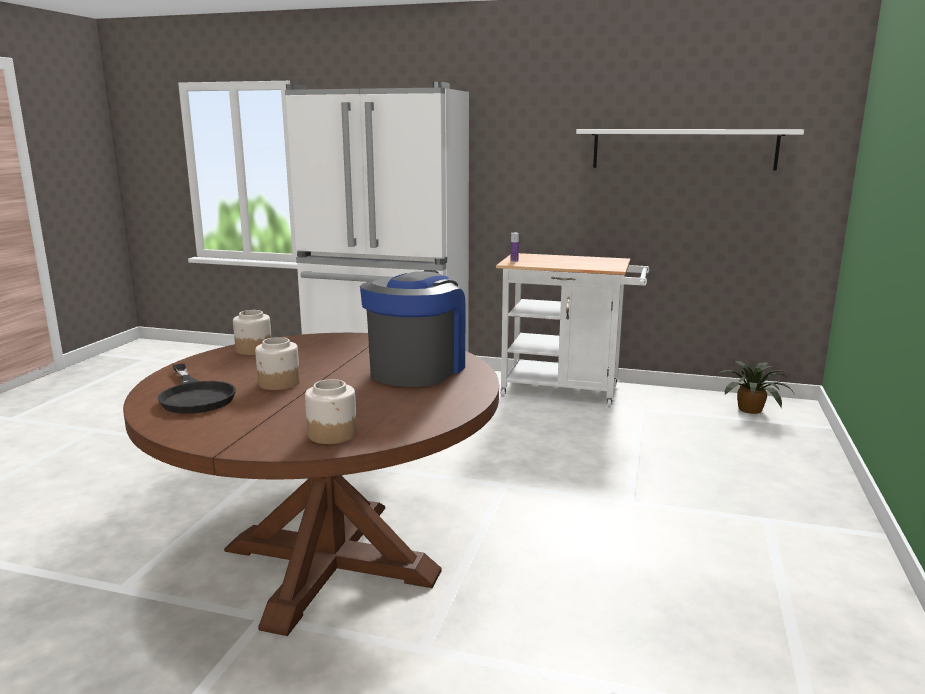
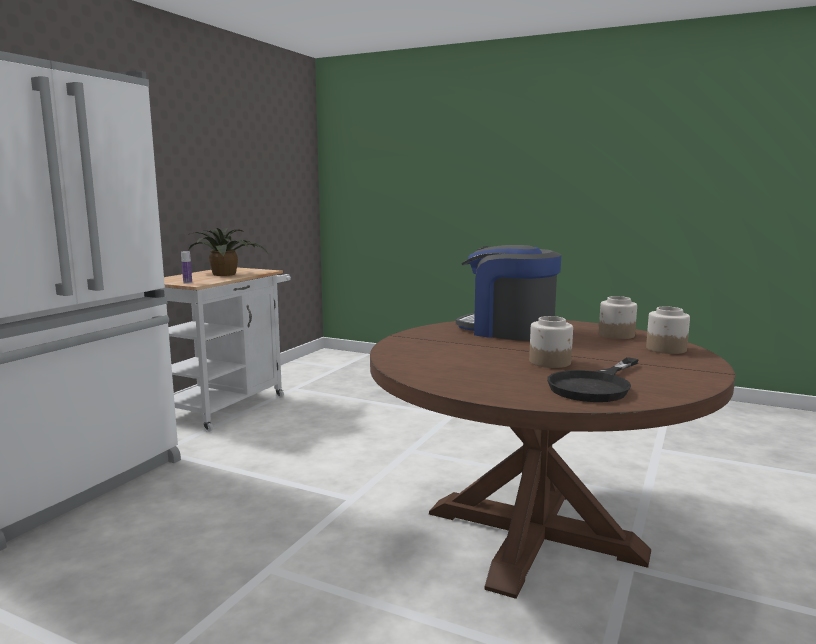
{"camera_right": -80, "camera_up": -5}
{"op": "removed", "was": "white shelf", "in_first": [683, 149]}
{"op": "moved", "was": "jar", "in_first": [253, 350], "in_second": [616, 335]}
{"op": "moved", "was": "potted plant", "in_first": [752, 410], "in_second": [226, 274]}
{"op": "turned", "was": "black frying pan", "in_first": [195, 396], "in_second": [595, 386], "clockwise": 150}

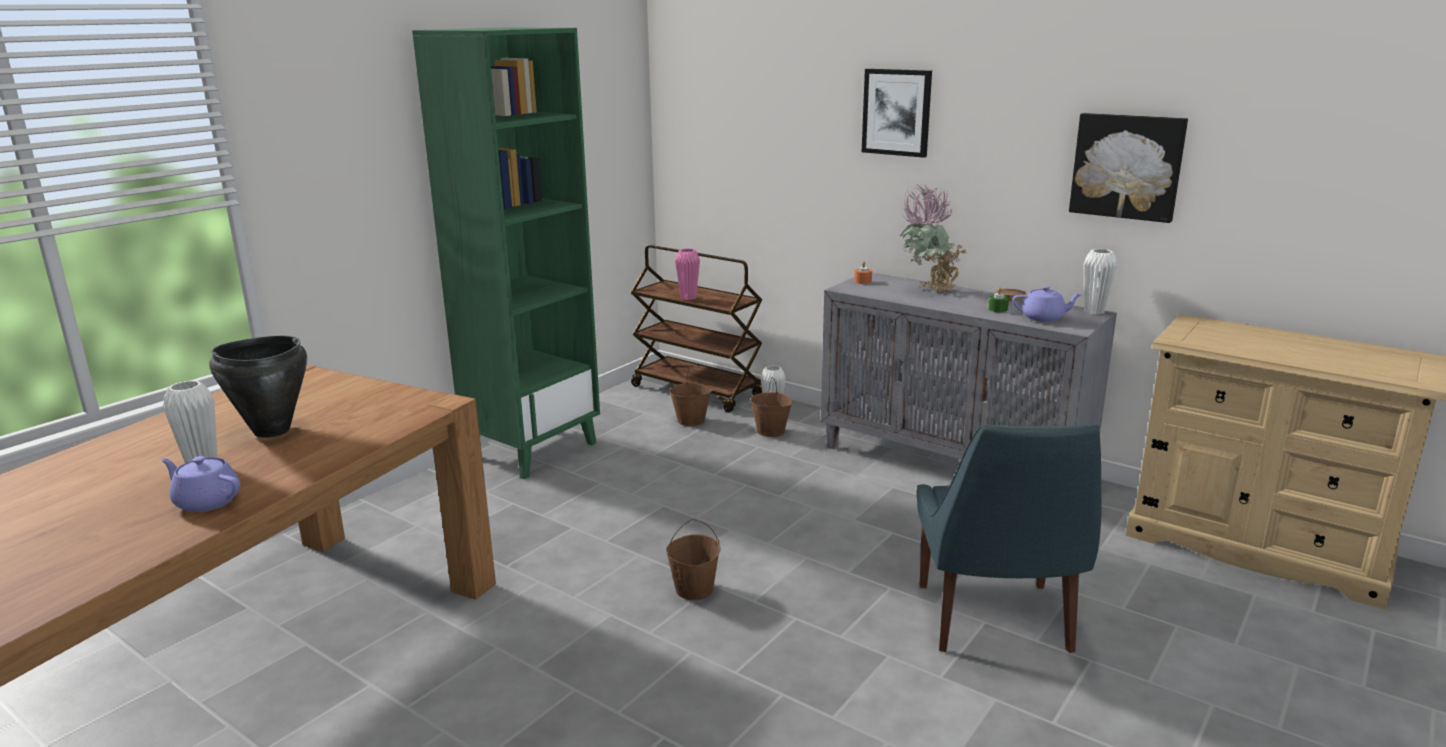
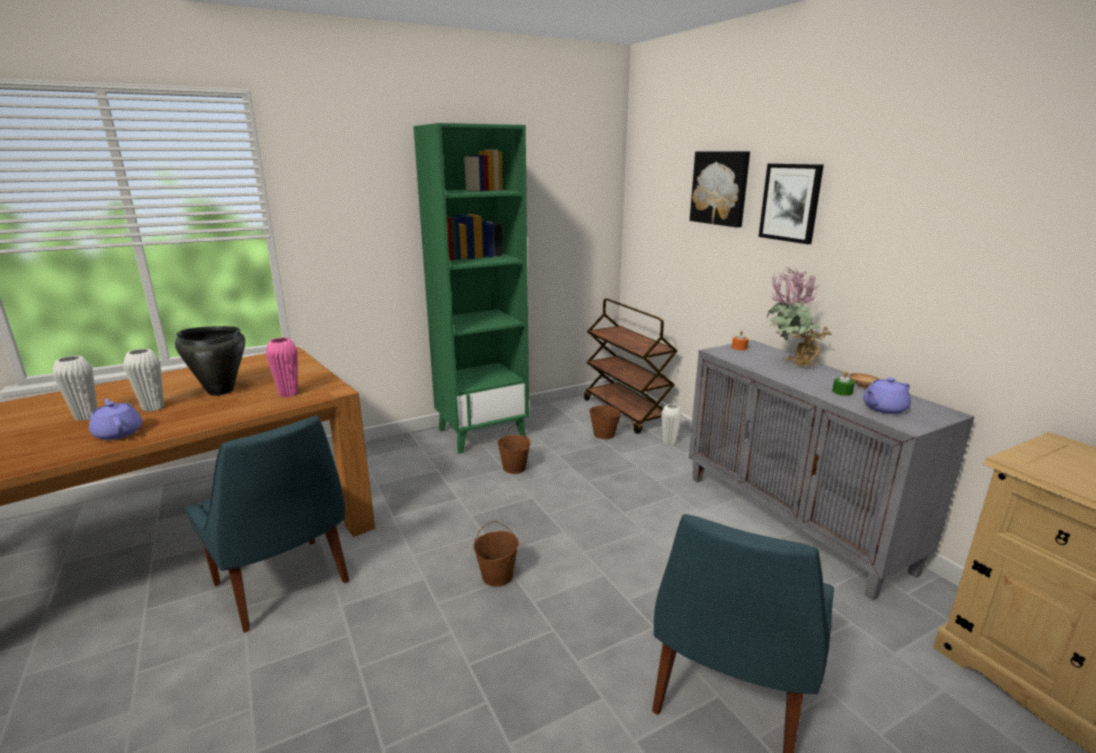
{"camera_right": 25, "camera_up": 0}
{"op": "moved", "was": "picture", "in_first": [1127, 166], "in_second": [720, 188]}
{"op": "moved", "was": "pink vase", "in_first": [688, 298], "in_second": [288, 394]}
{"op": "moved", "was": "white vase", "in_first": [1094, 311], "in_second": [86, 417]}
{"op": "turned", "was": "purple teapot", "in_first": [1044, 318], "in_second": [883, 409], "clockwise": 120}
{"op": "moved", "was": "brown bucket", "in_first": [771, 431], "in_second": [514, 468]}
{"op": "added", "now": "blue chair", "in_second": [284, 585]}

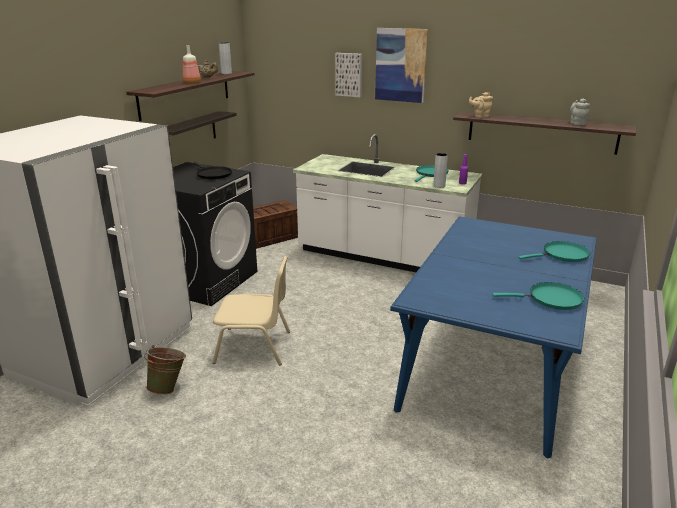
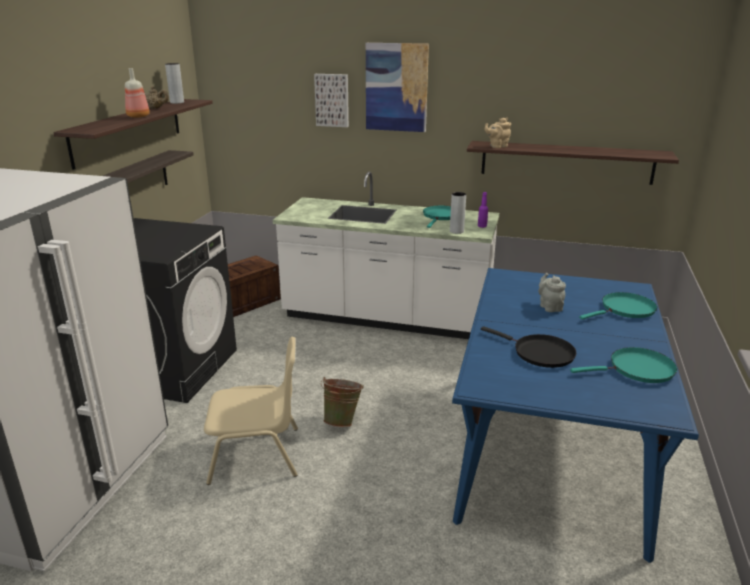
{"camera_right": -10, "camera_up": 0}
{"op": "moved", "was": "grey teapot", "in_first": [577, 123], "in_second": [549, 307]}
{"op": "moved", "was": "black frying pan", "in_first": [213, 174], "in_second": [539, 353]}
{"op": "moved", "was": "green bucket", "in_first": [168, 387], "in_second": [342, 421]}

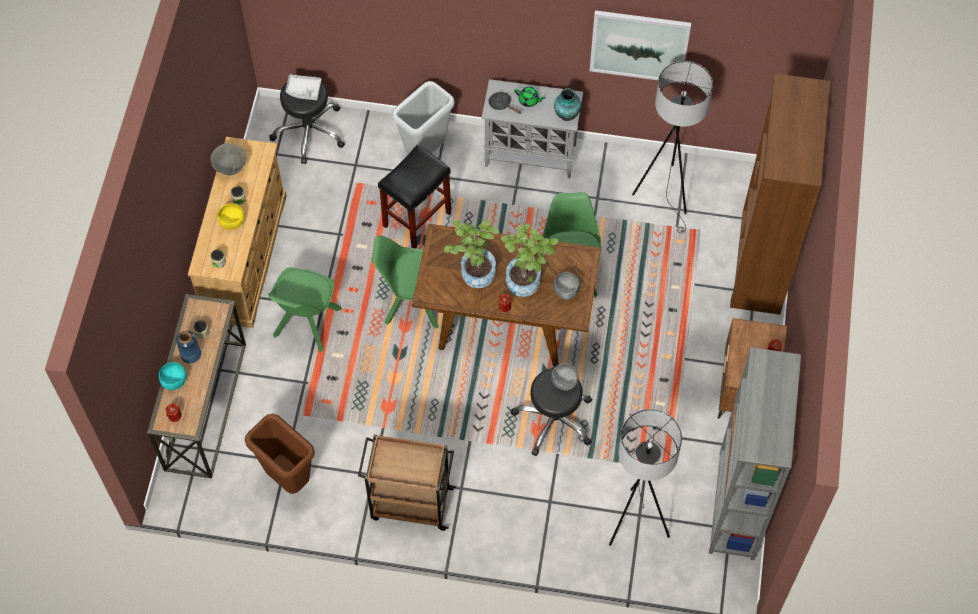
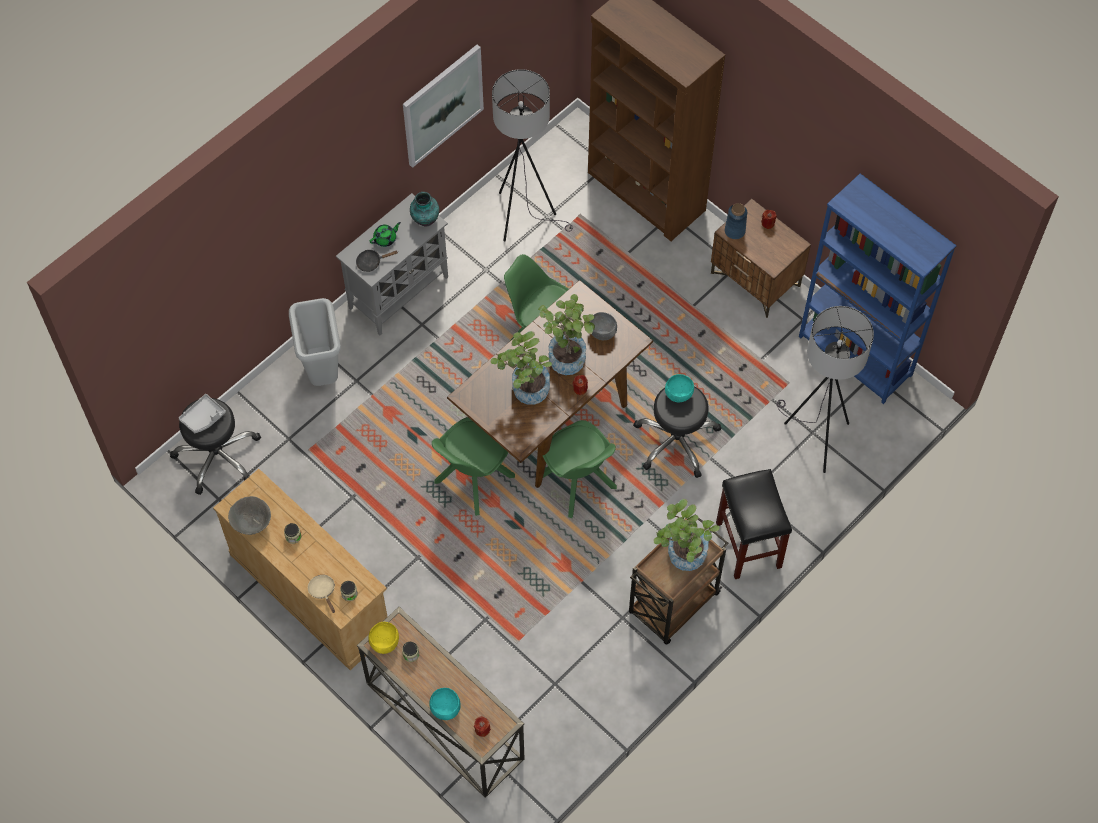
{"camera_right": -55, "camera_up": 0}
{"op": "moved", "was": "black stool", "in_first": [416, 220], "in_second": [749, 546]}
{"op": "moved", "was": "yellow bowl", "in_first": [232, 222], "in_second": [384, 643]}
{"op": "moved", "was": "green chair", "in_first": [306, 324], "in_second": [577, 484]}
{"op": "moved", "was": "blue vase", "in_first": [190, 354], "in_second": [734, 231]}
{"op": "recoloured", "was": "grey bookcase", "now": "blue bookcase", "in_first": [736, 505], "in_second": [855, 356]}
{"op": "recoloured", "was": "grey bowl", "now": "turquoise bowl", "in_first": [564, 382], "in_second": [678, 394]}
{"op": "removed", "was": "brown trash can", "in_first": [289, 478]}
{"op": "added", "now": "potted plant", "in_second": [682, 557]}
{"op": "added", "now": "beige frying pan", "in_second": [323, 591]}

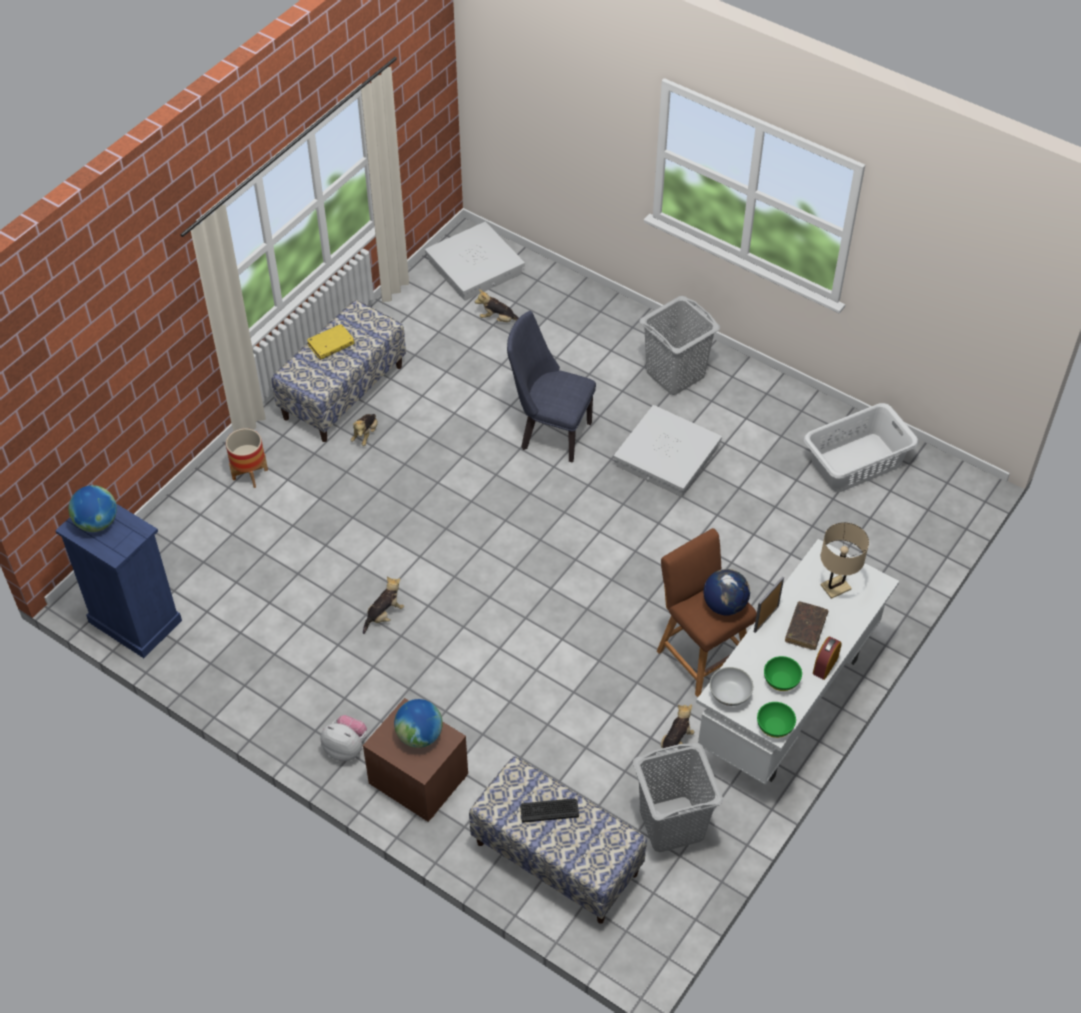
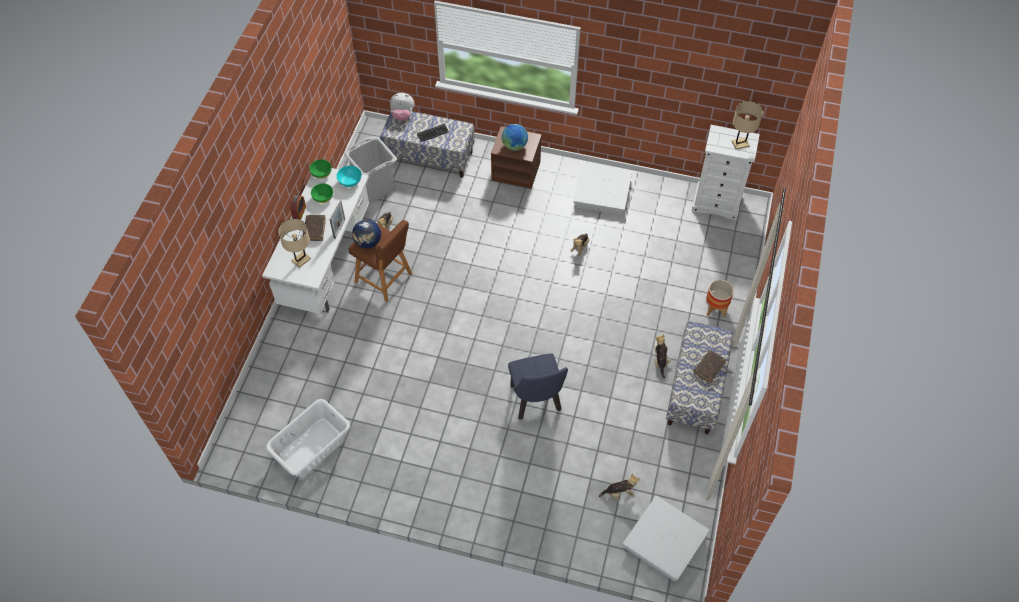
{"camera_right": 160, "camera_up": 5}
{"op": "removed", "was": "grey laundry basket", "in_first": [675, 374]}
{"op": "turned", "was": "blue chair", "in_first": [550, 433], "in_second": [536, 402], "clockwise": 75}
{"op": "recoloured", "was": "yellow book", "now": "brown book", "in_first": [331, 345], "in_second": [709, 368]}
{"op": "moved", "was": "white storage box", "in_first": [667, 457], "in_second": [602, 192]}
{"op": "replaced", "was": "globe", "now": "beige table lamp", "in_first": [97, 523], "in_second": [740, 143]}
{"op": "recoloured", "was": "blue dresser", "now": "white dresser", "in_first": [134, 621], "in_second": [716, 202]}
{"op": "recoloured", "was": "white bowl", "now": "turquoise bowl", "in_first": [729, 695], "in_second": [350, 182]}
{"op": "moved", "was": "plush toy", "in_first": [346, 748], "in_second": [403, 115]}

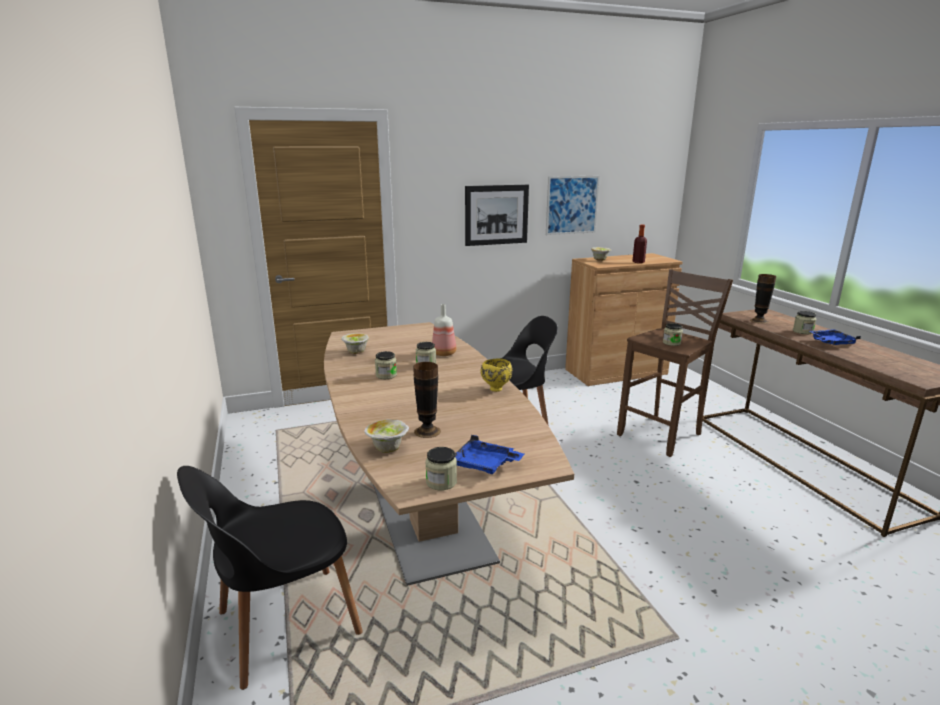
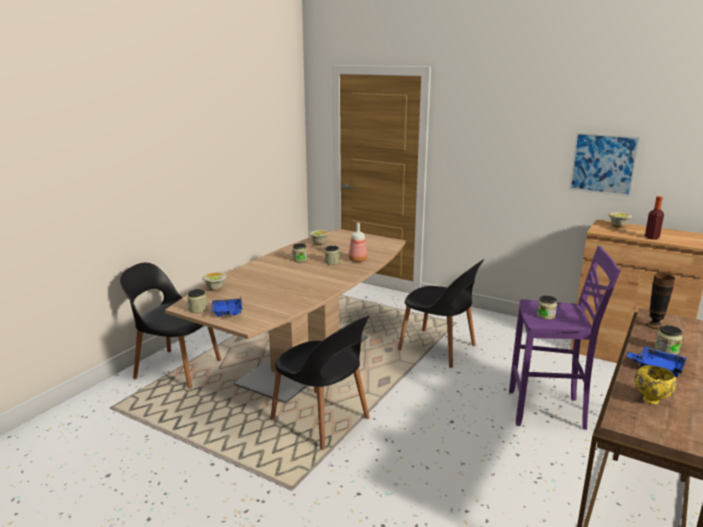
{"camera_right": 50, "camera_up": 0}
{"op": "removed", "was": "picture", "in_first": [496, 215]}
{"op": "recoloured", "was": "brown stool", "now": "purple stool", "in_first": [662, 435], "in_second": [548, 411]}
{"op": "moved", "was": "yellow bowl", "in_first": [496, 389], "in_second": [651, 400]}
{"op": "removed", "was": "vase", "in_first": [427, 431]}
{"op": "added", "now": "black chair", "in_second": [321, 420]}

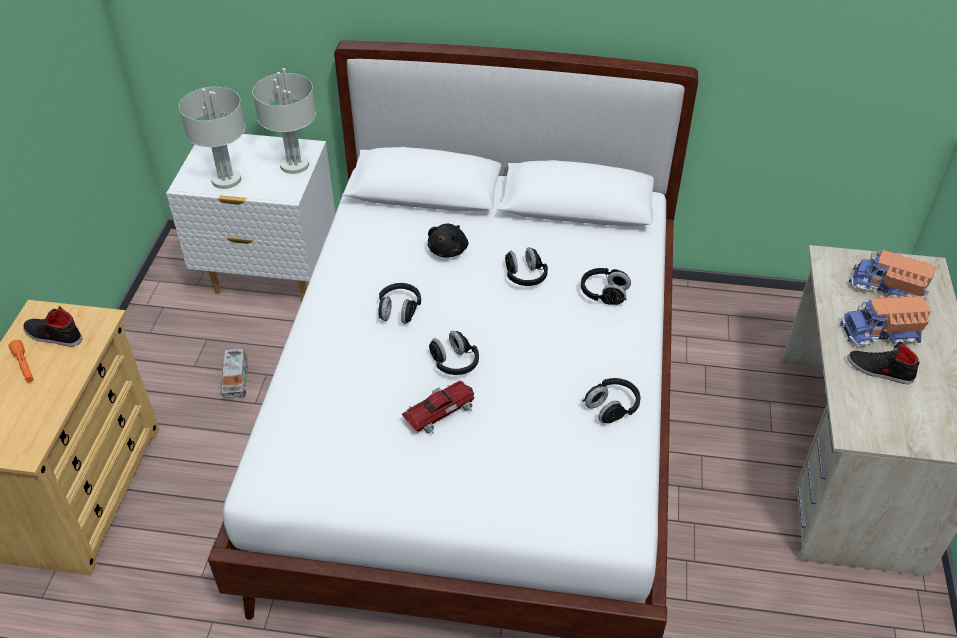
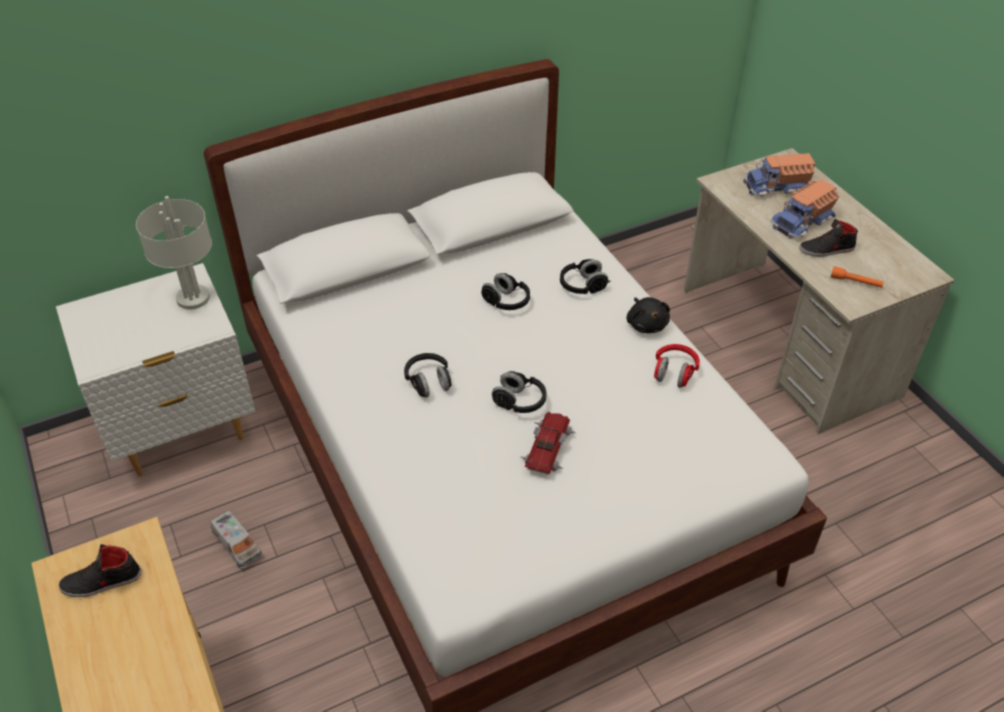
{"camera_right": -35, "camera_up": 0}
{"op": "removed", "was": "grey table lamp", "in_first": [225, 179]}
{"op": "moved", "was": "black plush toy", "in_first": [449, 250], "in_second": [646, 324]}
{"op": "moved", "was": "orange flashlight", "in_first": [24, 366], "in_second": [855, 282]}
{"op": "recoloured", "was": "black headphones", "now": "red headphones", "in_first": [612, 407], "in_second": [674, 373]}

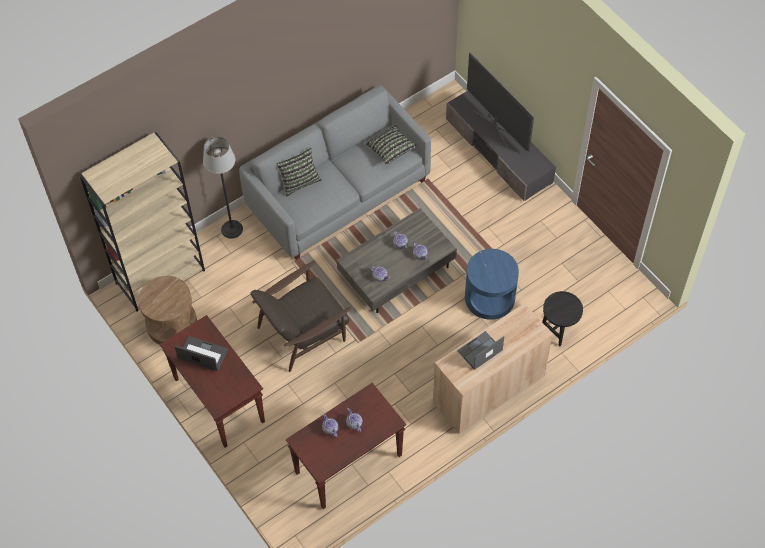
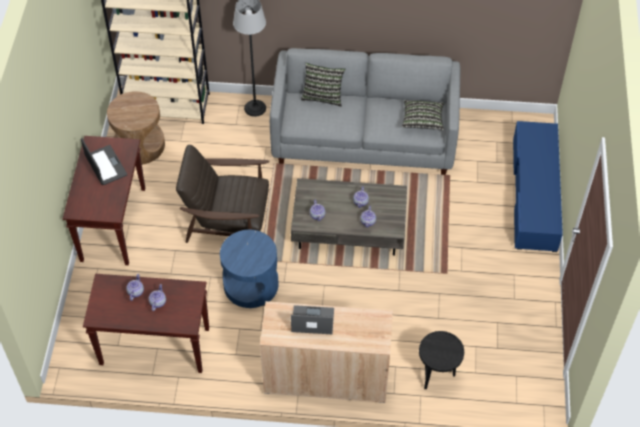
{"camera_right": 40, "camera_up": -5}
{"op": "removed", "was": "television", "in_first": [496, 124]}
{"op": "recoloured", "was": "grey tv stand", "now": "blue tv stand", "in_first": [498, 151], "in_second": [534, 194]}
{"op": "moved", "was": "blue side table", "in_first": [489, 297], "in_second": [250, 284]}

